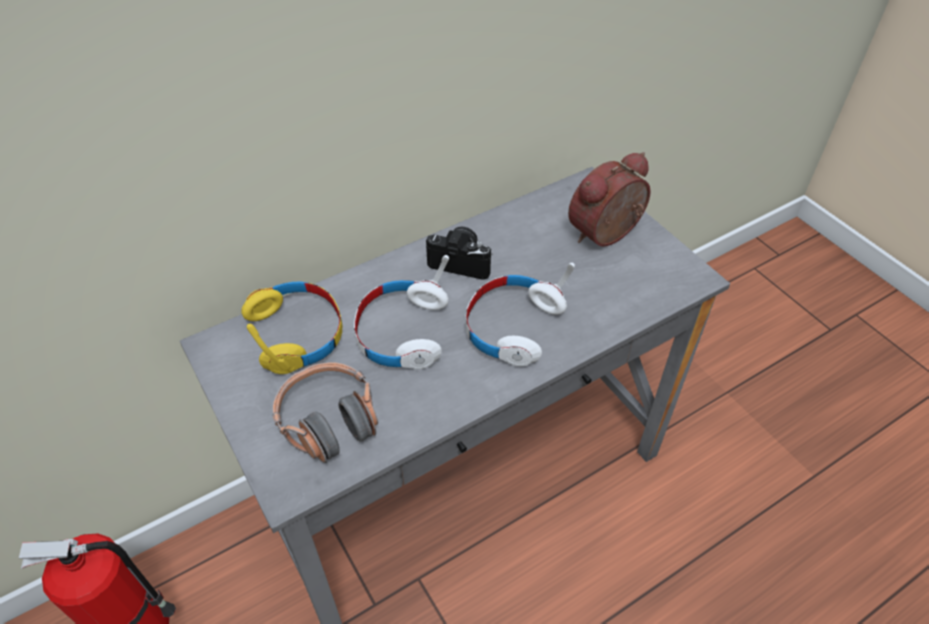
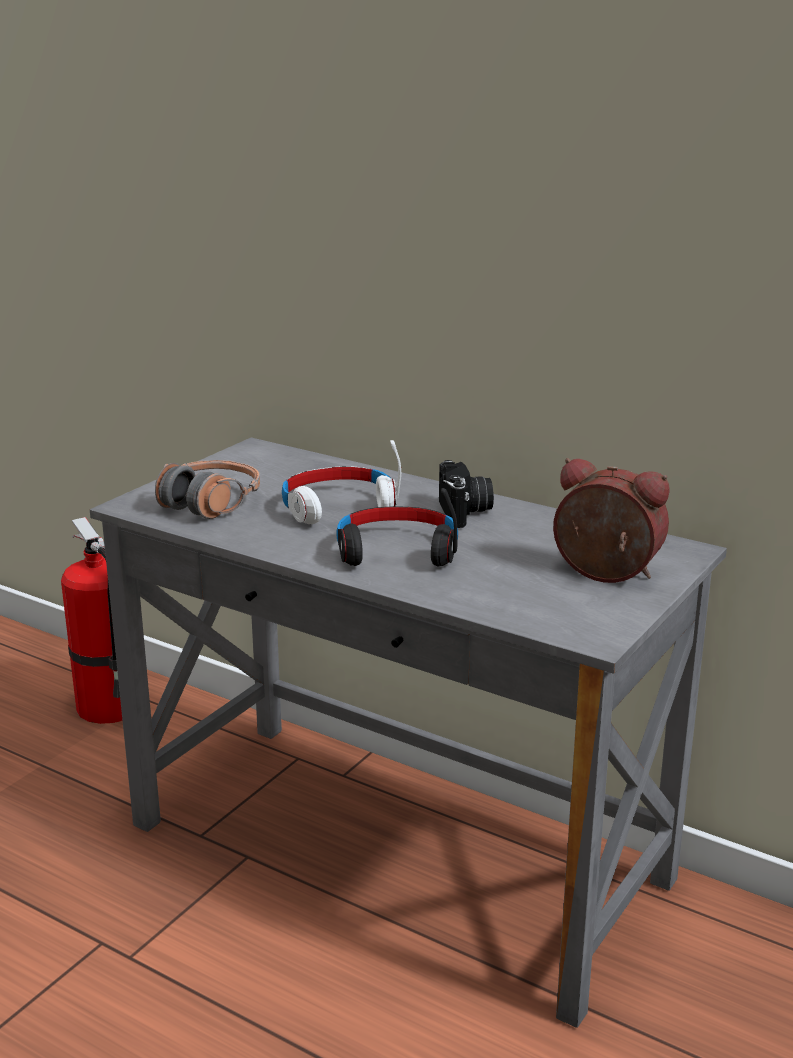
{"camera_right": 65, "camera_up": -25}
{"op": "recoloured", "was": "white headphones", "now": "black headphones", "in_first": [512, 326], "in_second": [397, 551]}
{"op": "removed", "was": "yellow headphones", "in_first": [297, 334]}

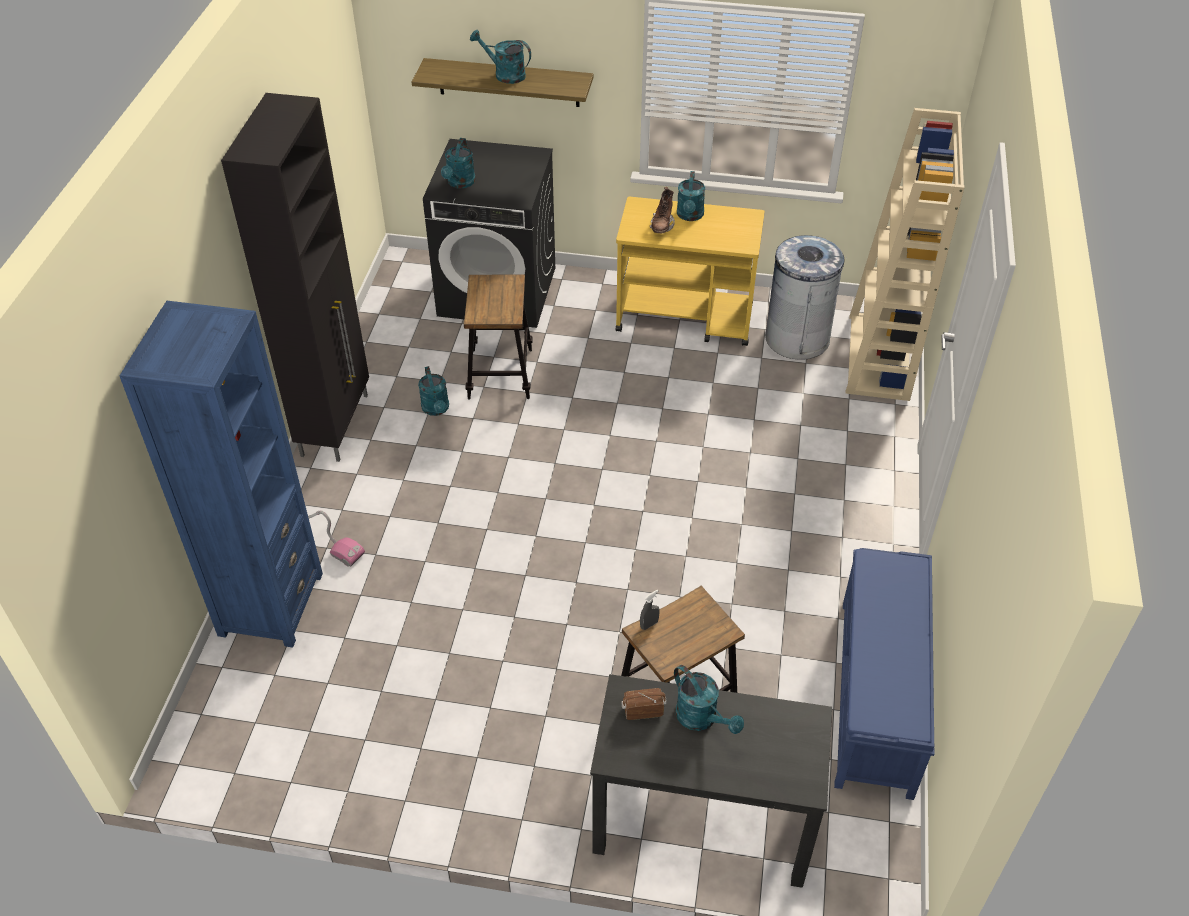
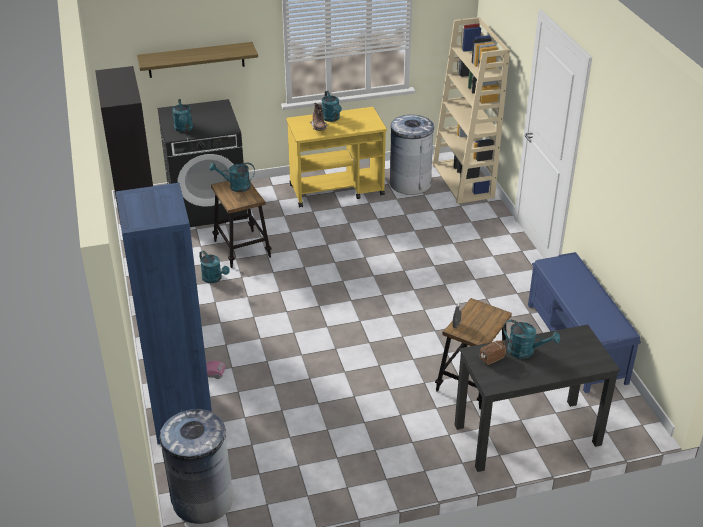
{"camera_right": -25, "camera_up": -10}
{"op": "moved", "was": "turquoise watering can", "in_first": [504, 74], "in_second": [235, 187]}
{"op": "added", "now": "grey trash can", "in_second": [202, 500]}

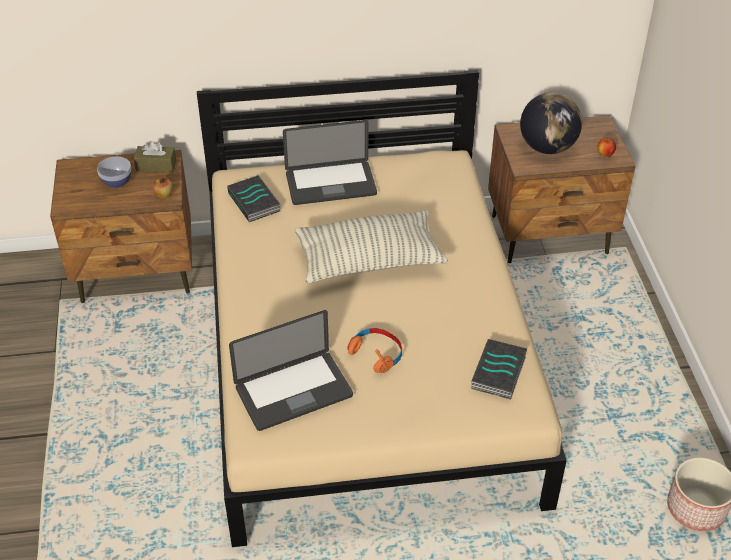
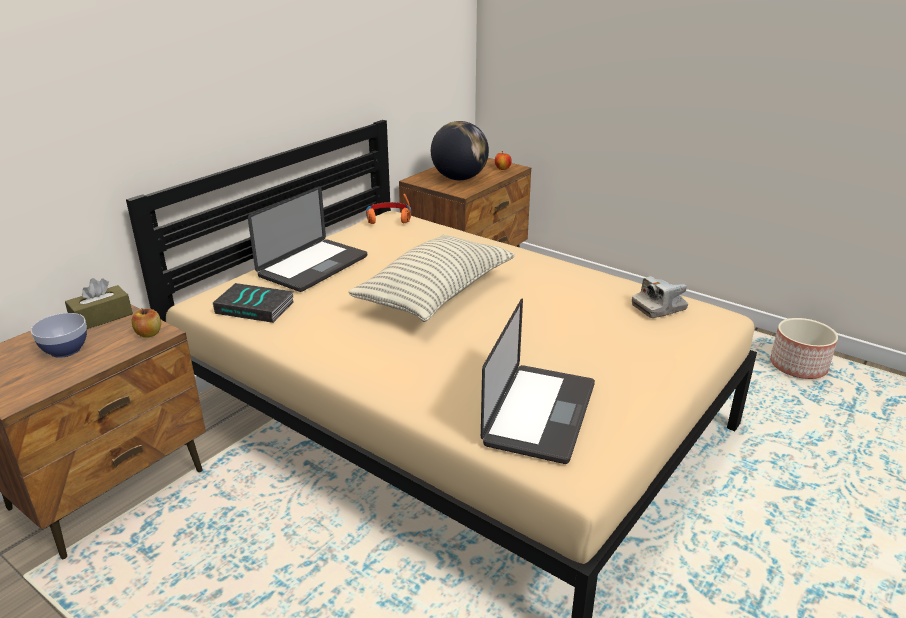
{"camera_right": -45, "camera_up": -15}
{"op": "moved", "was": "orange headphones", "in_first": [376, 354], "in_second": [389, 219]}
{"op": "replaced", "was": "book", "now": "photo camera", "in_first": [499, 373], "in_second": [659, 308]}

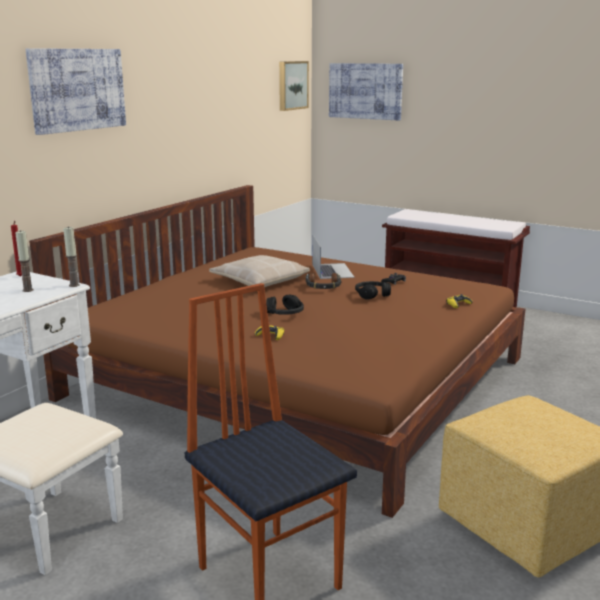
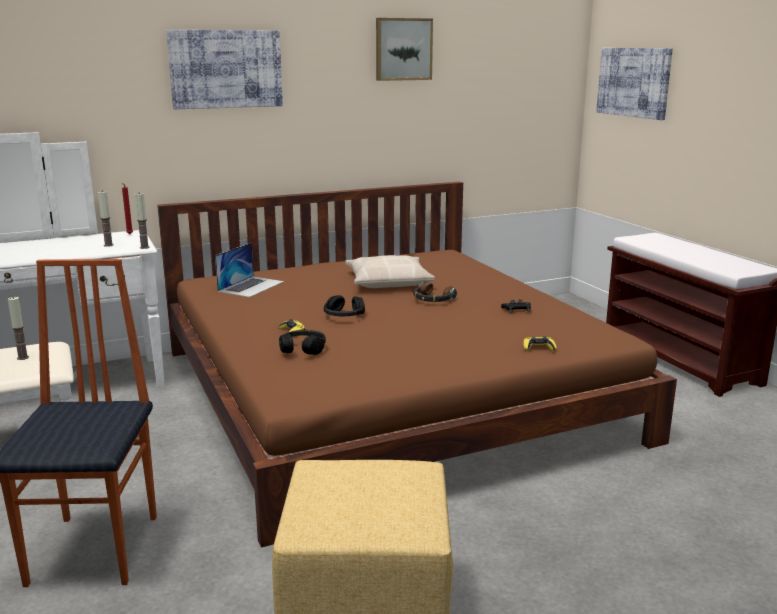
{"camera_right": 35, "camera_up": 0}
{"op": "moved", "was": "picture", "in_first": [291, 85], "in_second": [403, 49]}
{"op": "moved", "was": "laptop", "in_first": [332, 271], "in_second": [251, 286]}
{"op": "moved", "was": "black headphones", "in_first": [372, 295], "in_second": [303, 349]}
{"op": "added", "now": "candle", "in_second": [23, 357]}

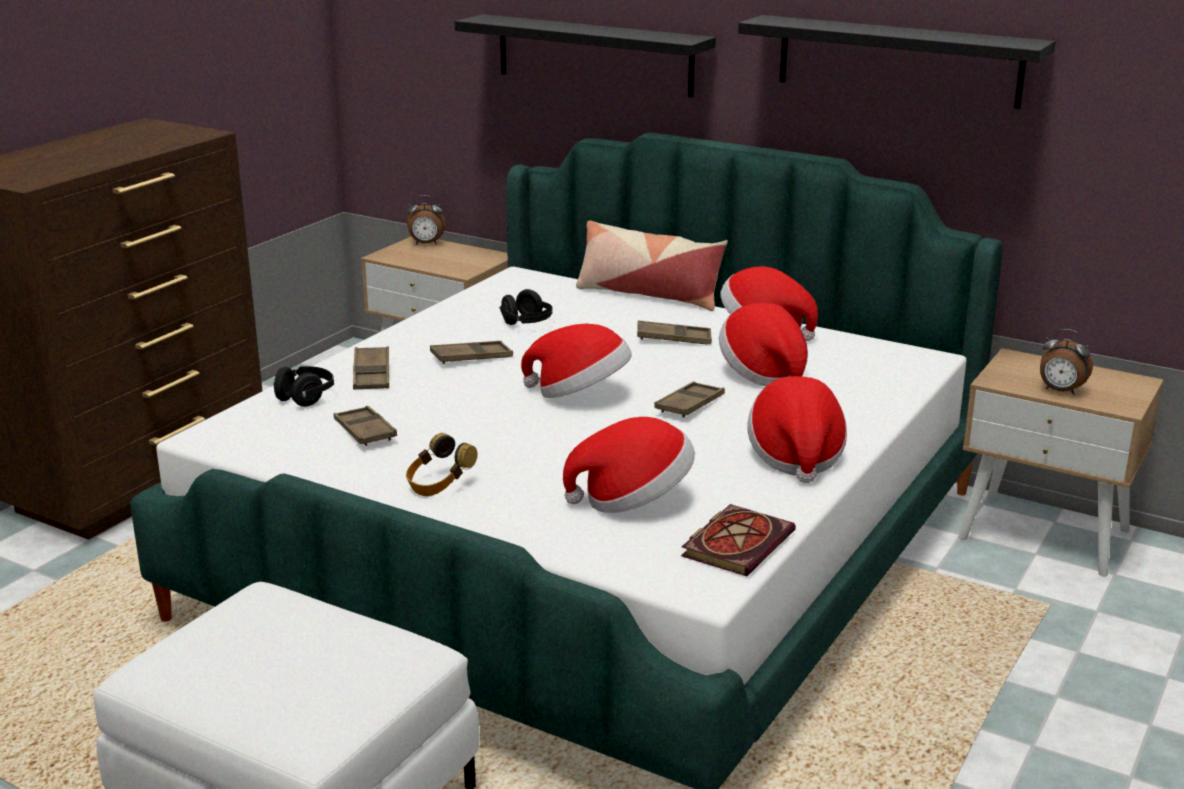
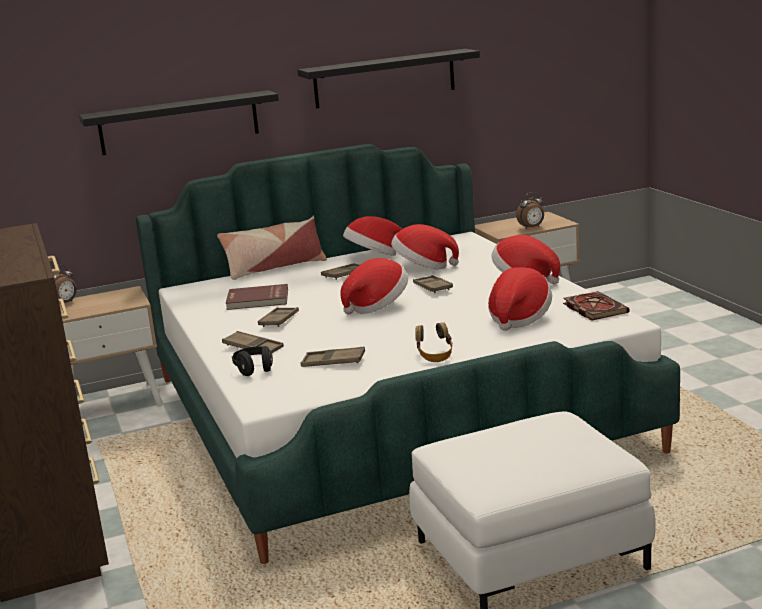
{"camera_right": -50, "camera_up": -5}
{"op": "replaced", "was": "black headphones", "now": "red book", "in_first": [527, 324], "in_second": [257, 300]}

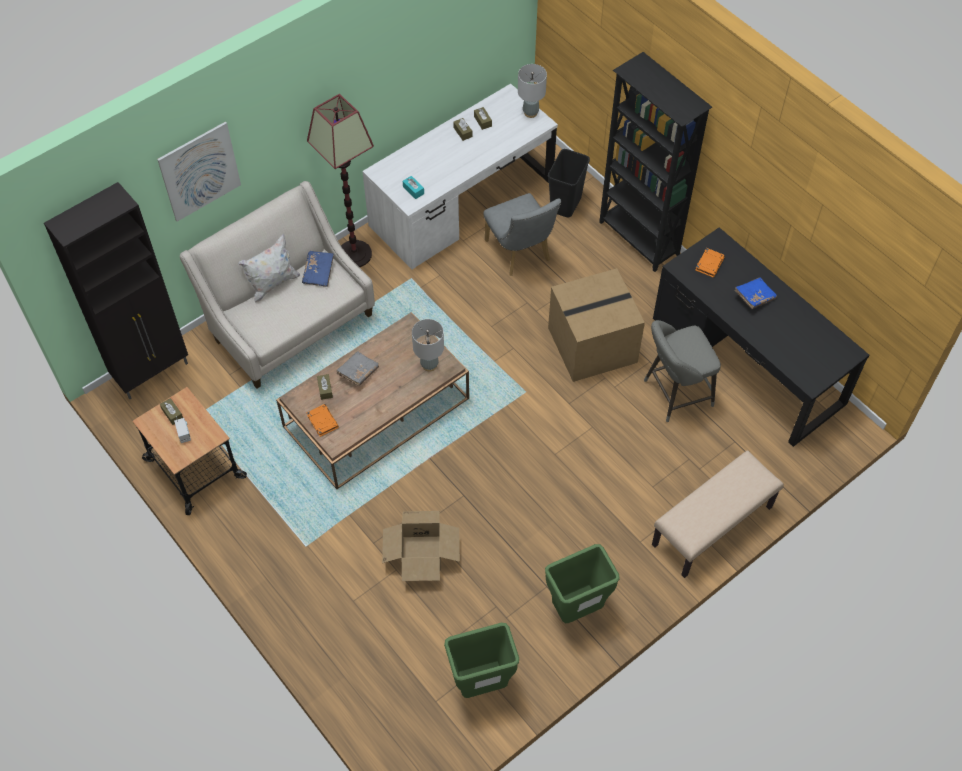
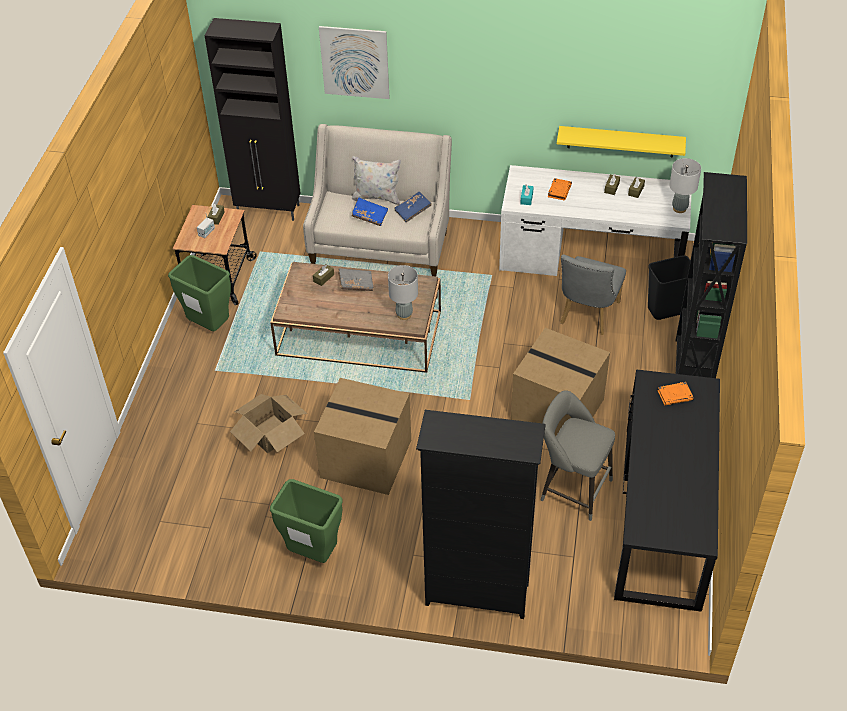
{"camera_right": 50, "camera_up": -10}
{"op": "removed", "was": "floor lamp", "in_first": [354, 254]}
{"op": "moved", "was": "blue book", "in_first": [754, 297], "in_second": [369, 216]}
{"op": "moved", "was": "orange book", "in_first": [322, 421], "in_second": [559, 191]}
{"op": "replaced", "was": "beige bench", "now": "black bookcase", "in_first": [712, 527], "in_second": [476, 593]}
{"op": "moved", "was": "green trash can", "in_first": [480, 684], "in_second": [209, 326]}
{"op": "added", "now": "yellow shelf", "in_second": [621, 141]}
{"op": "added", "now": "cardboard box", "in_second": [364, 459]}

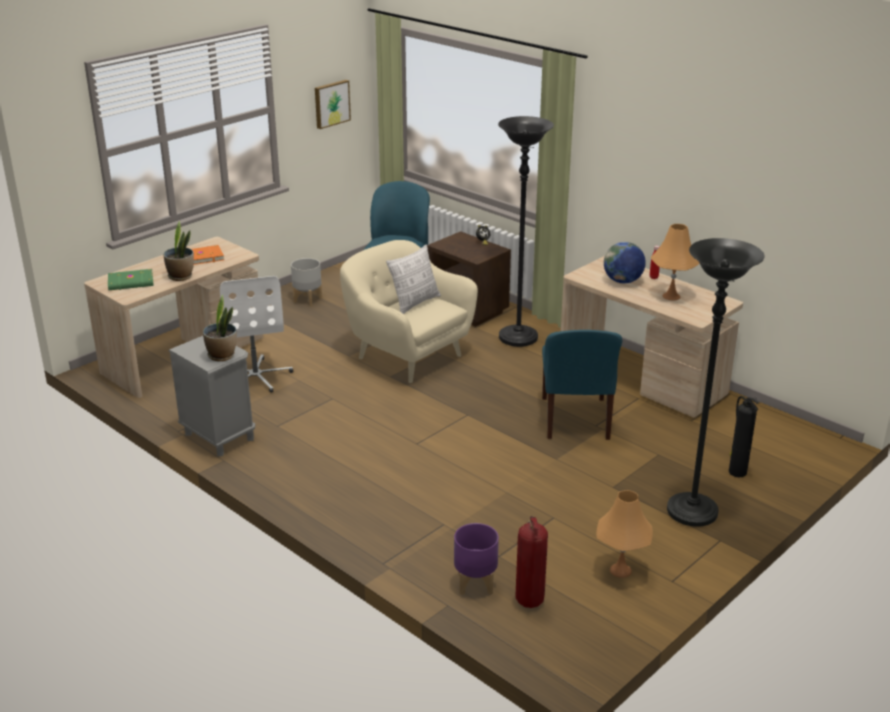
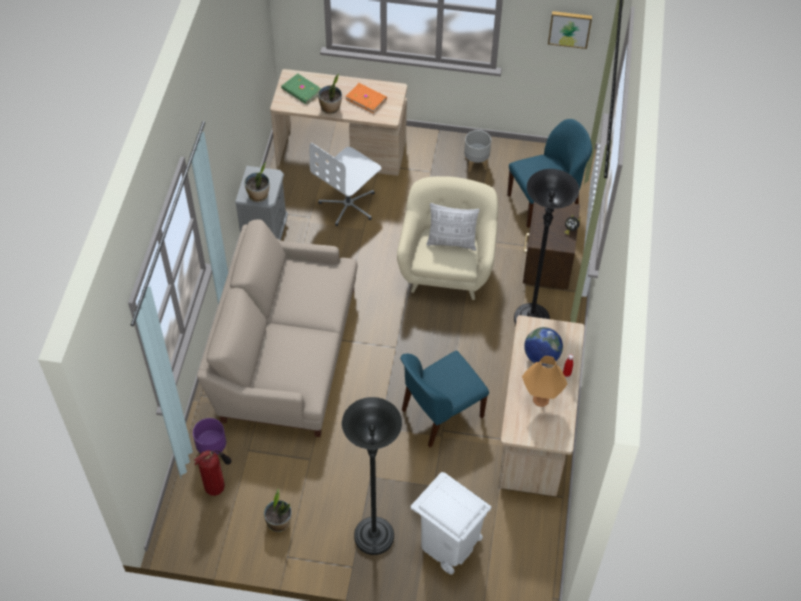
{"camera_right": 55, "camera_up": 25}
{"op": "replaced", "was": "fire extinguisher", "now": "white trash can", "in_first": [737, 471], "in_second": [448, 545]}
{"op": "replaced", "was": "orange table lamp", "now": "potted plant", "in_first": [620, 570], "in_second": [279, 523]}
{"op": "added", "now": "beige sofa", "in_second": [284, 352]}

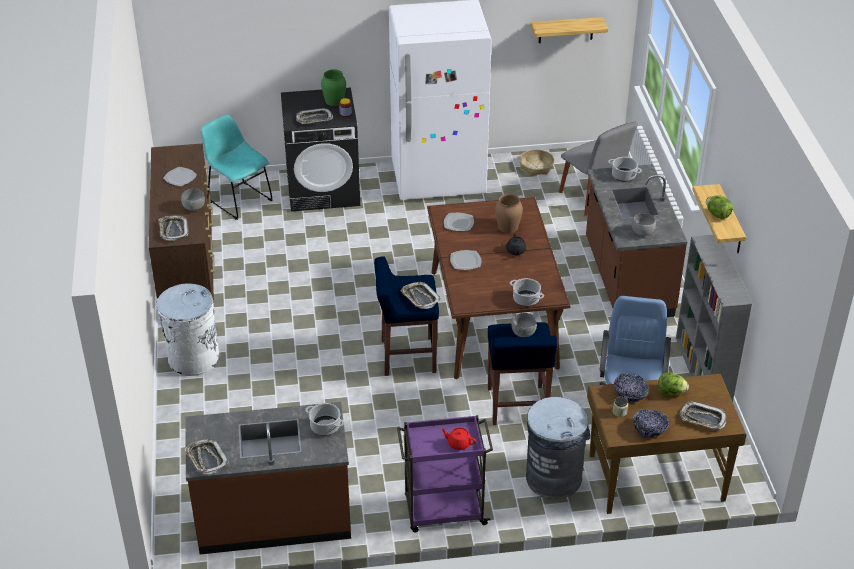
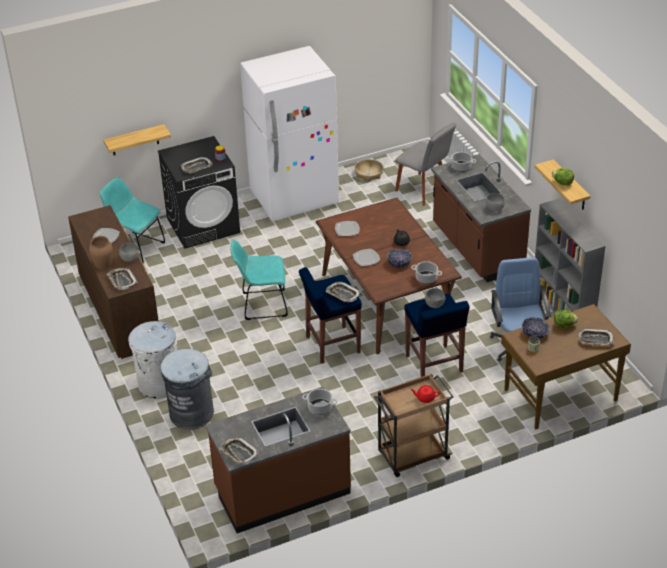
{"camera_right": -15, "camera_up": 0}
{"op": "moved", "was": "shelf", "in_first": [566, 30], "in_second": [135, 140]}
{"op": "removed", "was": "green vase", "in_first": [334, 101]}
{"op": "moved", "was": "brown vase", "in_first": [508, 227], "in_second": [103, 264]}
{"op": "moved", "was": "grey trash can", "in_first": [553, 478], "in_second": [191, 413]}
{"op": "moved", "was": "bowl", "in_first": [649, 429], "in_second": [399, 262]}
{"op": "recoloured", "was": "purple cart", "now": "brown cart", "in_first": [443, 511], "in_second": [412, 456]}
{"op": "added", "now": "turquoise chair", "in_second": [261, 305]}

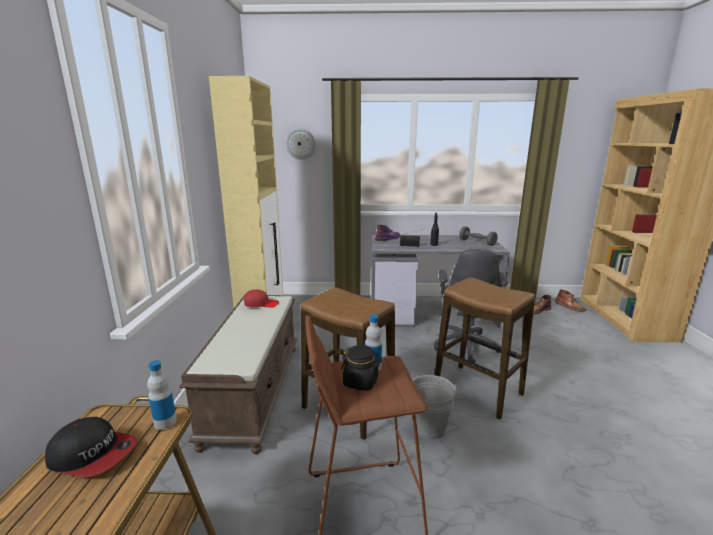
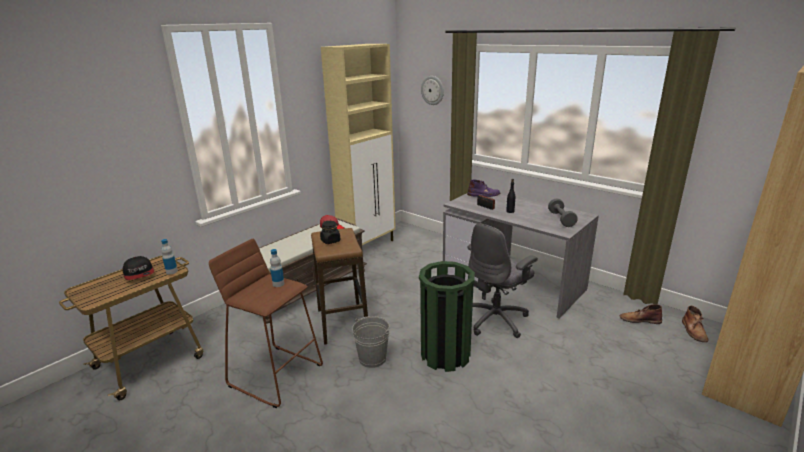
{"camera_right": 40, "camera_up": 5}
{"op": "replaced", "was": "stool", "now": "green trash can", "in_first": [478, 391], "in_second": [445, 355]}
{"op": "moved", "was": "black jar", "in_first": [361, 382], "in_second": [330, 241]}

